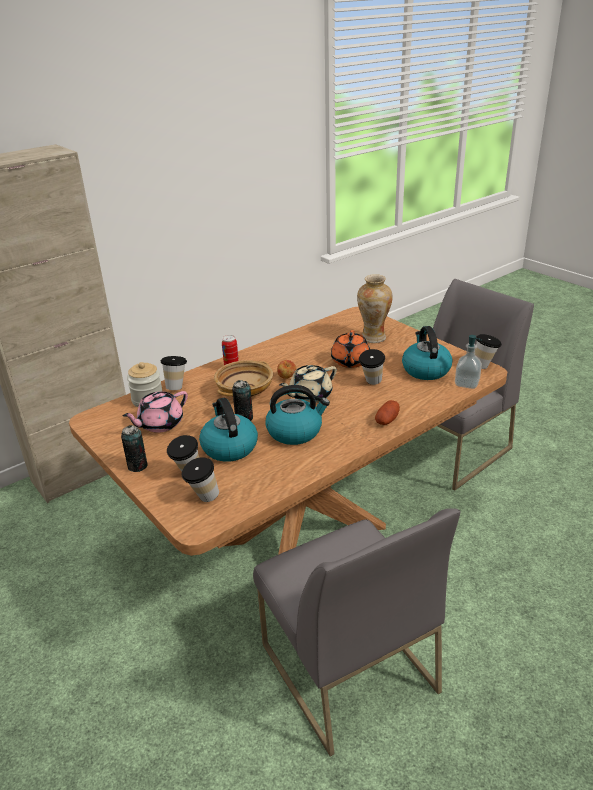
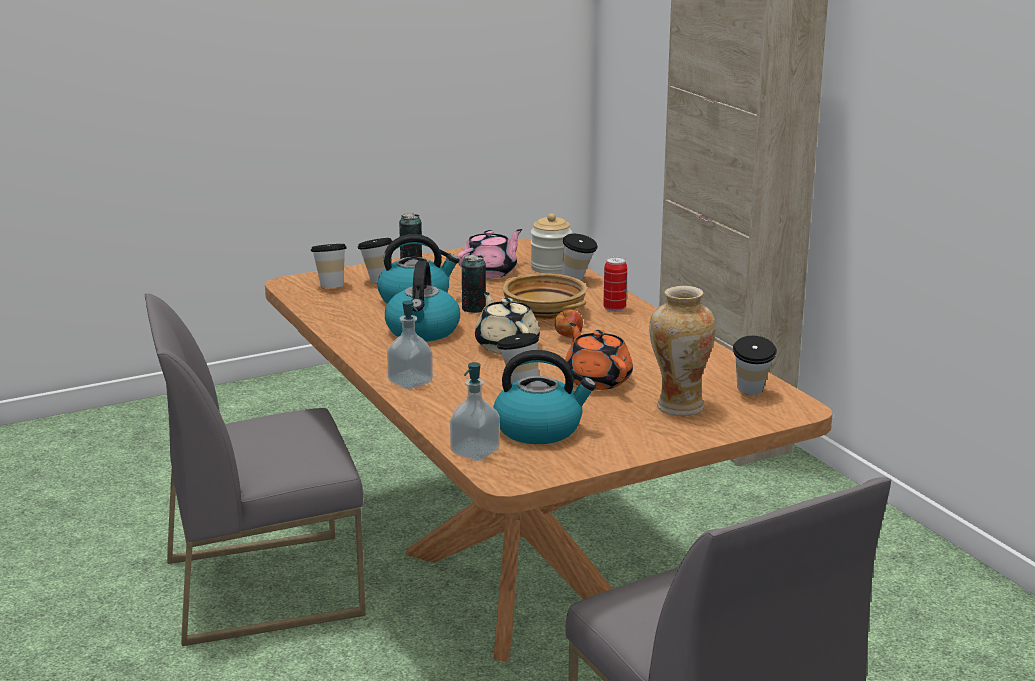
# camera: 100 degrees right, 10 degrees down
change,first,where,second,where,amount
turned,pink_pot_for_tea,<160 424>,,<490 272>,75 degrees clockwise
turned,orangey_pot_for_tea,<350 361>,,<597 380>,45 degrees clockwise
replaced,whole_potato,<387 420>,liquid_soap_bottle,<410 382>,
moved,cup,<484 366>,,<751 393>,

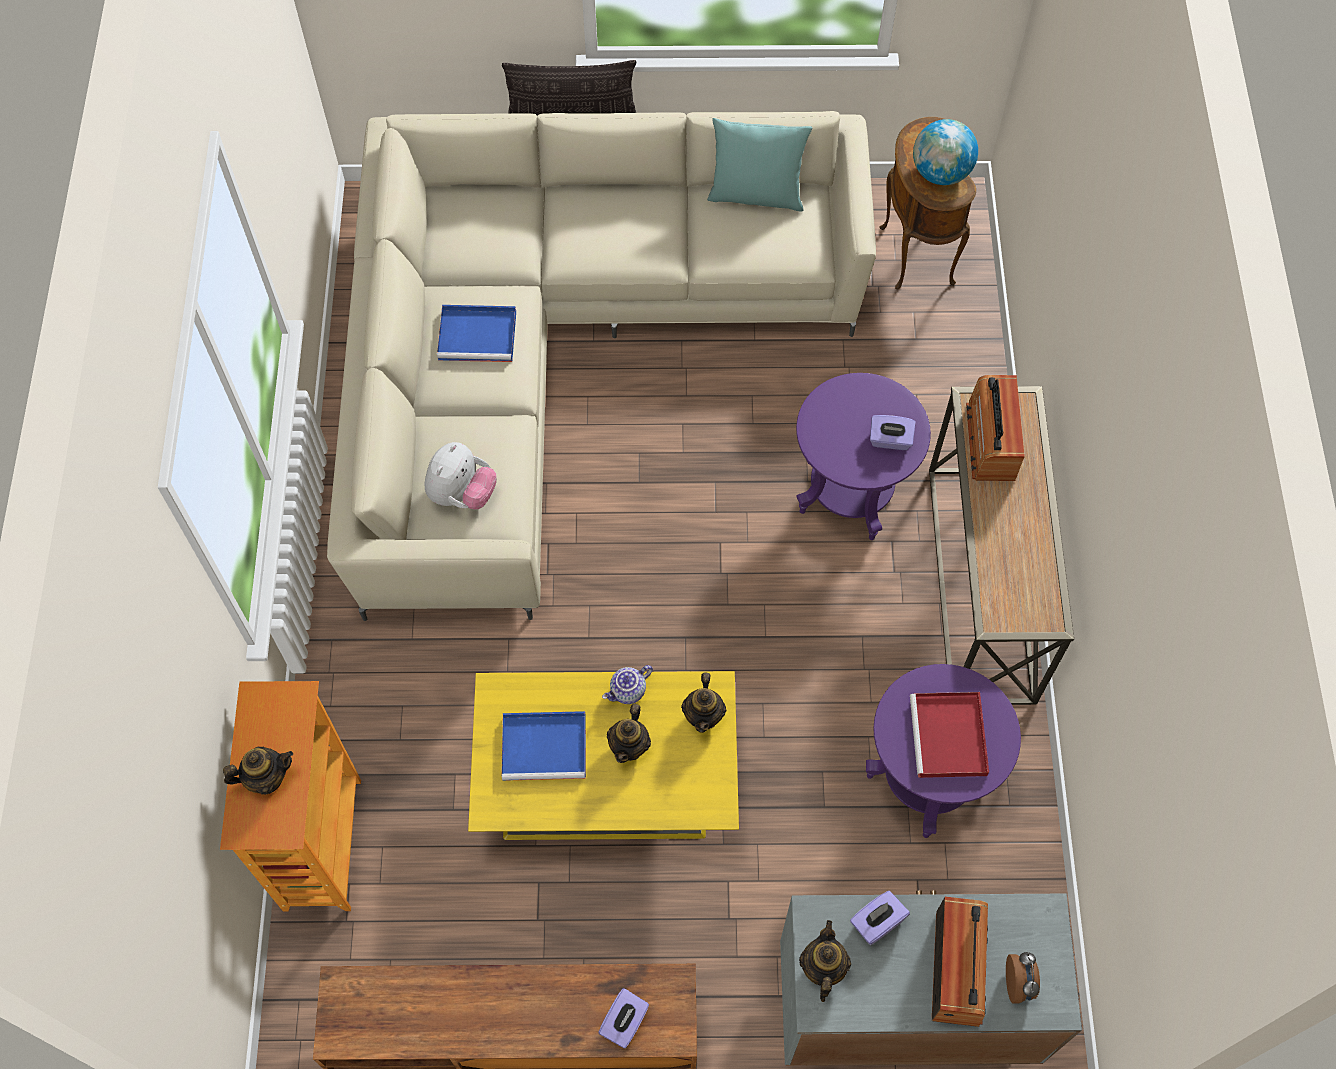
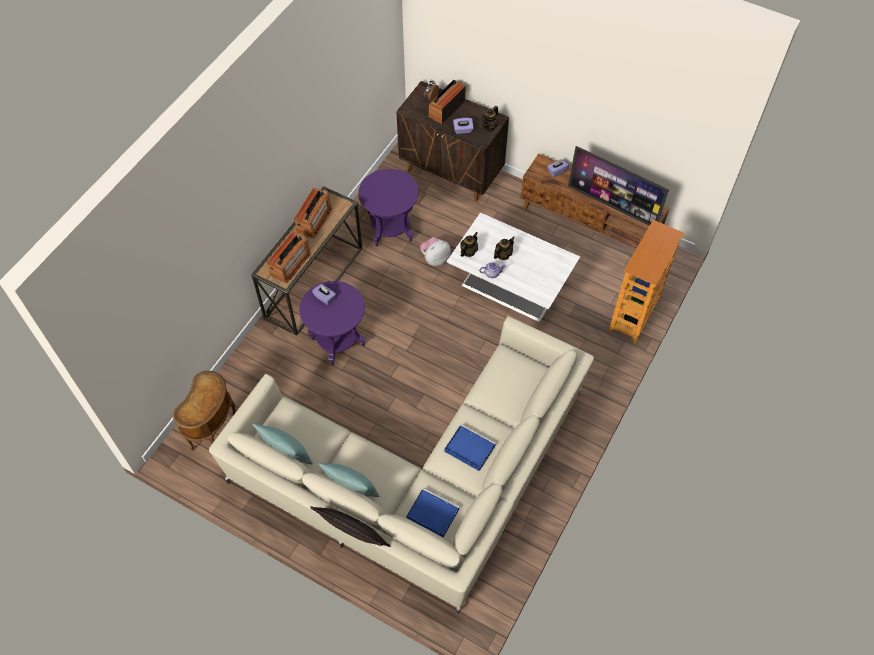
# camera: 150 degrees left, 5 degrees down
change,first,where,second,where,amount
removed,pot_for_tea,<266 778>,,,
moved,plush_toy,<462 494>,,<435 258>,
recoloured,yellow-coloured_low_table,<609 782>,whitish_low_table,<509 284>,
moved,blue-coloured_tray,<546 747>,,<432 513>,
recoloured,greyish_storage_cabinet,<901 1010>,brown-coloured_storage_cabinet,<452 173>,
removed,red-coloured_tray,<949 738>,,,
removed,desk_globe,<940 173>,,,
added,,,radio_receiver,<314 220>,
added,,,turquoise_throw_pillow,<351 489>,
added,,,TV,<612 206>,

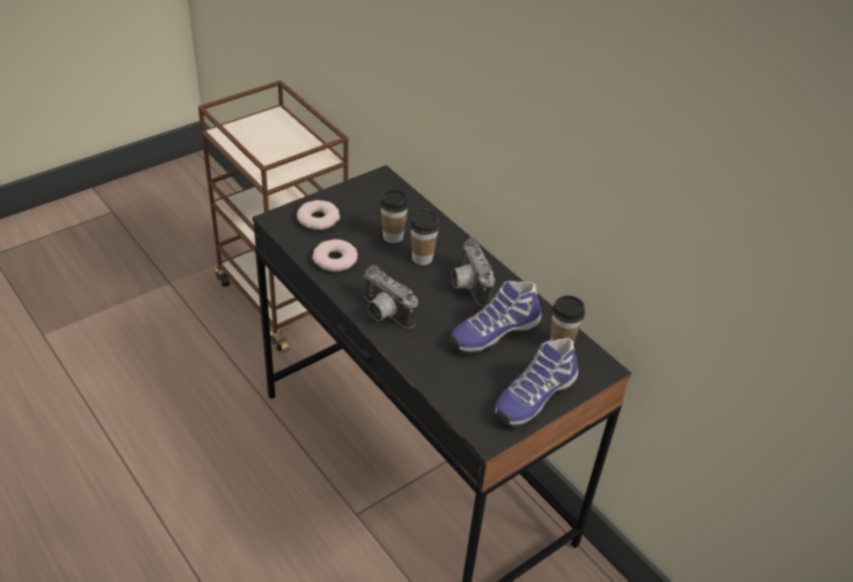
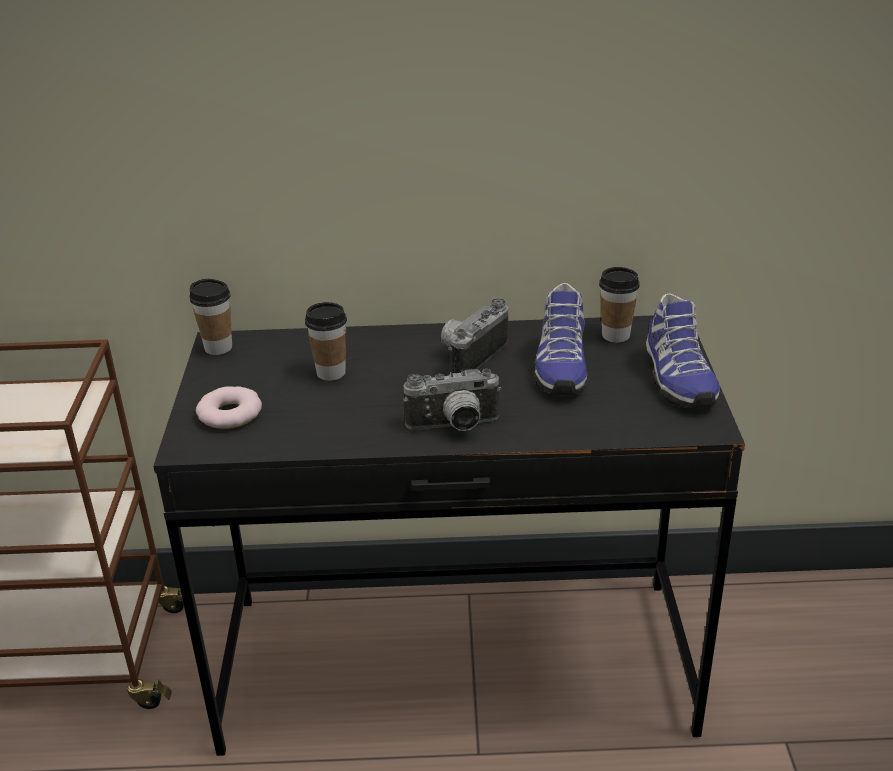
# camera: 50 degrees left, 10 degrees down
change,first,where,second,where,amount
removed,donut,<335 260>,,,
moved,cup,<422 258>,,<218 348>,
turned,still_camera,<467 286>,,<470 355>,105 degrees clockwise

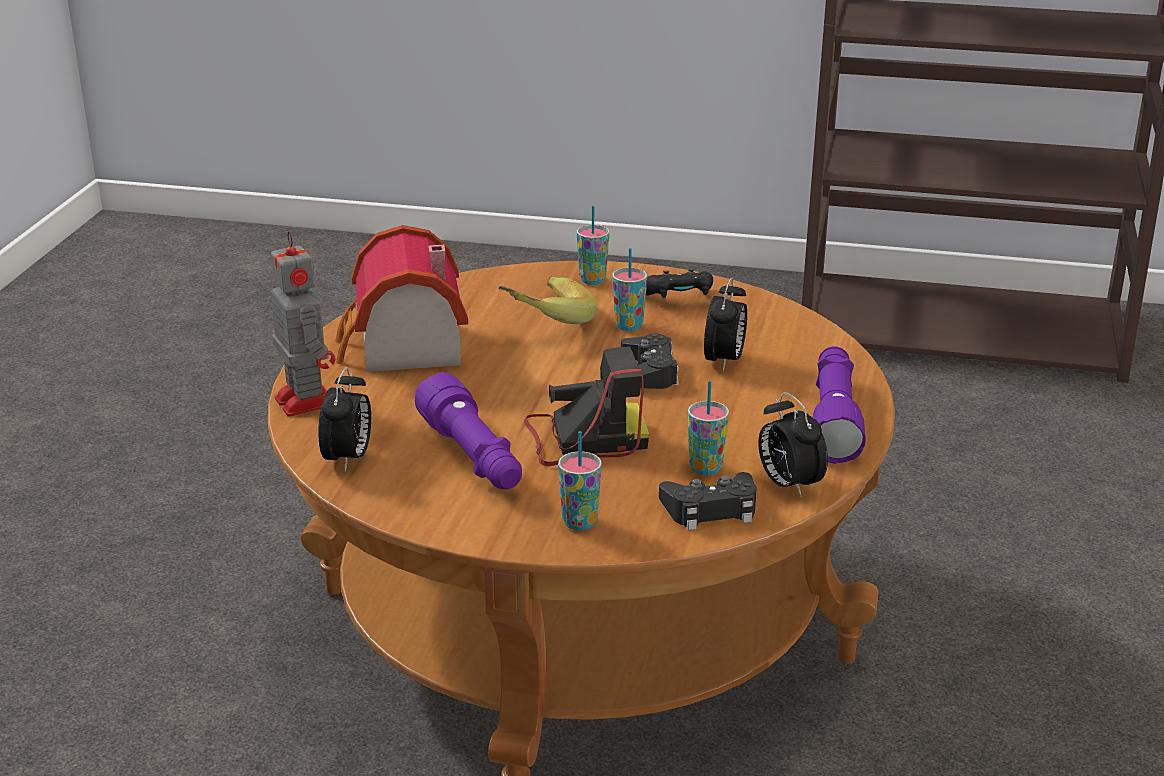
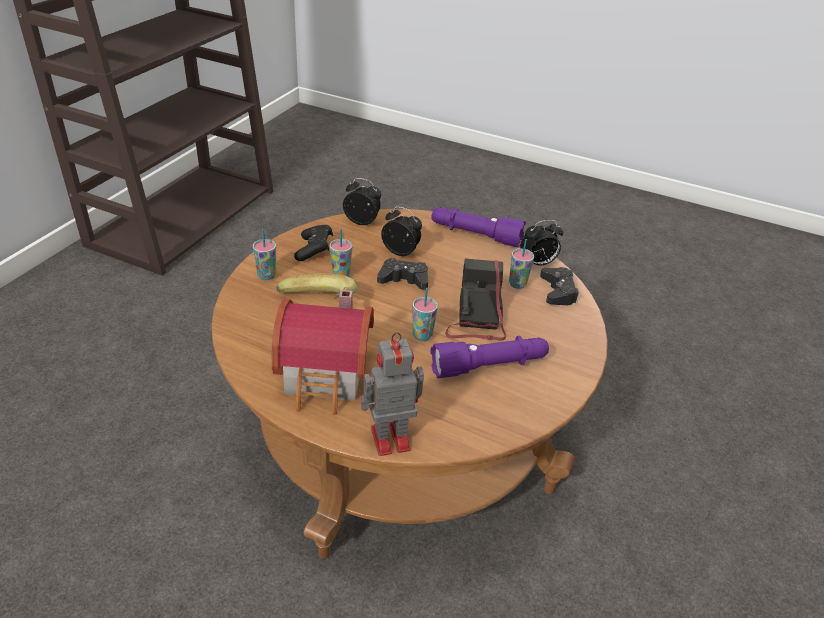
# camera: 80 degrees left, 10 degrees up
change,first,where,second,where,amount
moved,bedside_clock,<348 459>,,<362 222>,
moved,cup,<580 522>,,<422 335>,

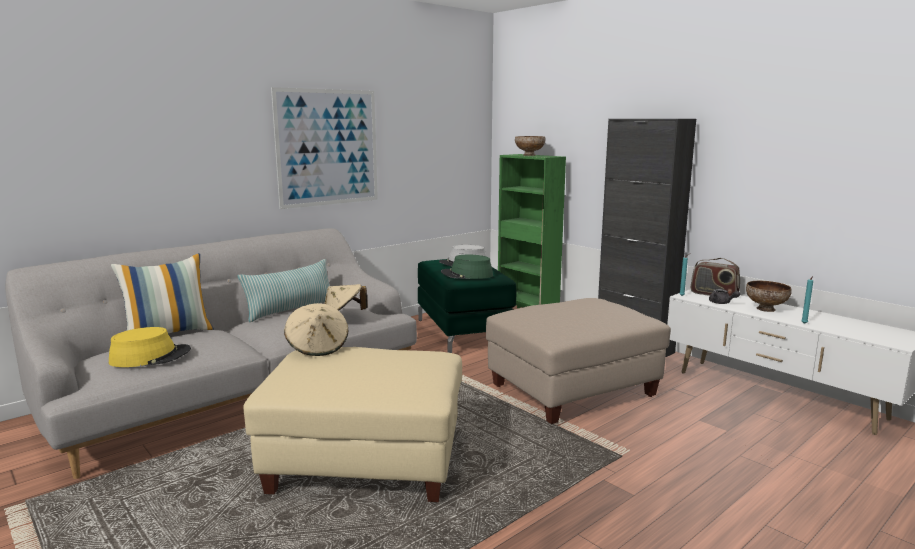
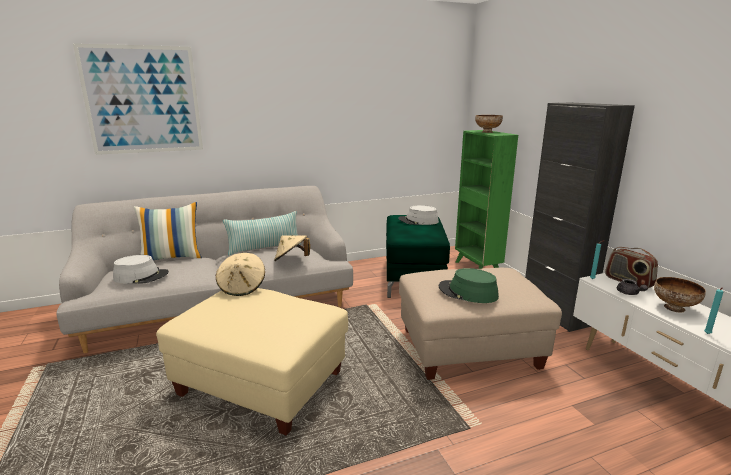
# camera: 20 degrees right, 5 degrees up
change,first,where,second,where,amount
recoloured,yellow-coloured_wearable_hat,<150 357>,greyish_wearable_hat,<141 276>,
moved,picture,<328 147>,,<143 100>,
moved,green-coloured_wearable_hat,<467 274>,,<467 292>,

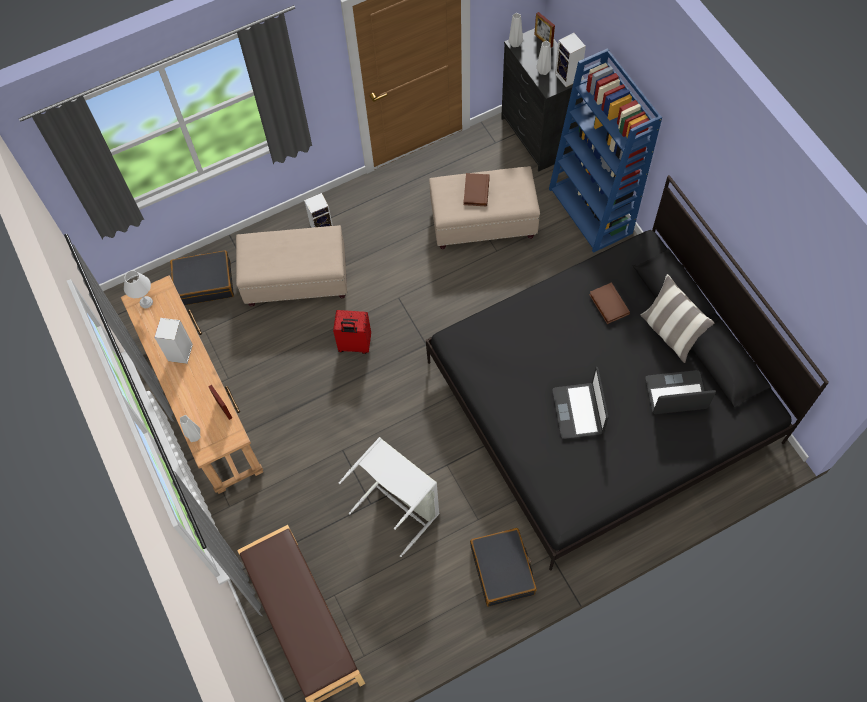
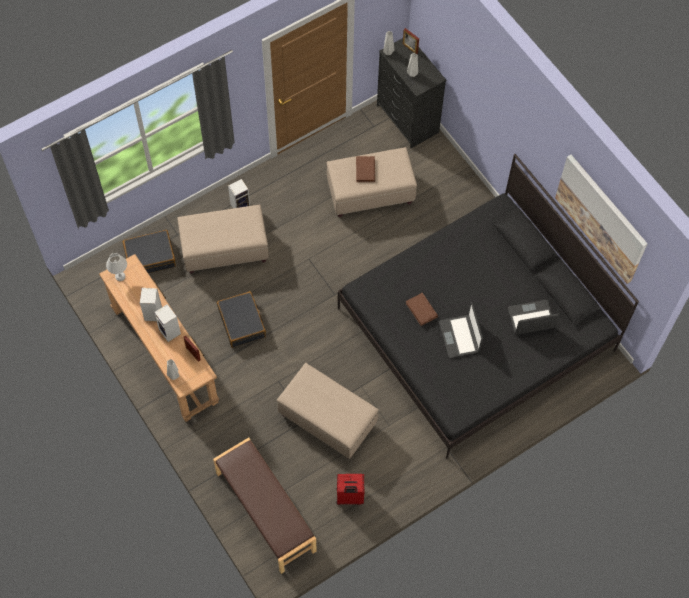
# camera: 10 degrees left, 0 degrees up
change,first,where,second,where,amount
moved,red-coloured_piece_of_luggage,<354 345>,,<349 497>,
replaced,greyish_laundry_basket,<400 506>,beige-coloured_footrest,<328 420>,
moved,blackish_piece_of_luggage,<503 570>,,<242 323>,
removed,blue-coloured_shelving_unit,<591 211>,,,
moved,audio_speaker,<568 77>,,<170 332>,
moved,brown-coloured_volume,<608 304>,,<420 310>,
removed,throw_pillow,<670 333>,,,
added,,,picture,<601 218>,

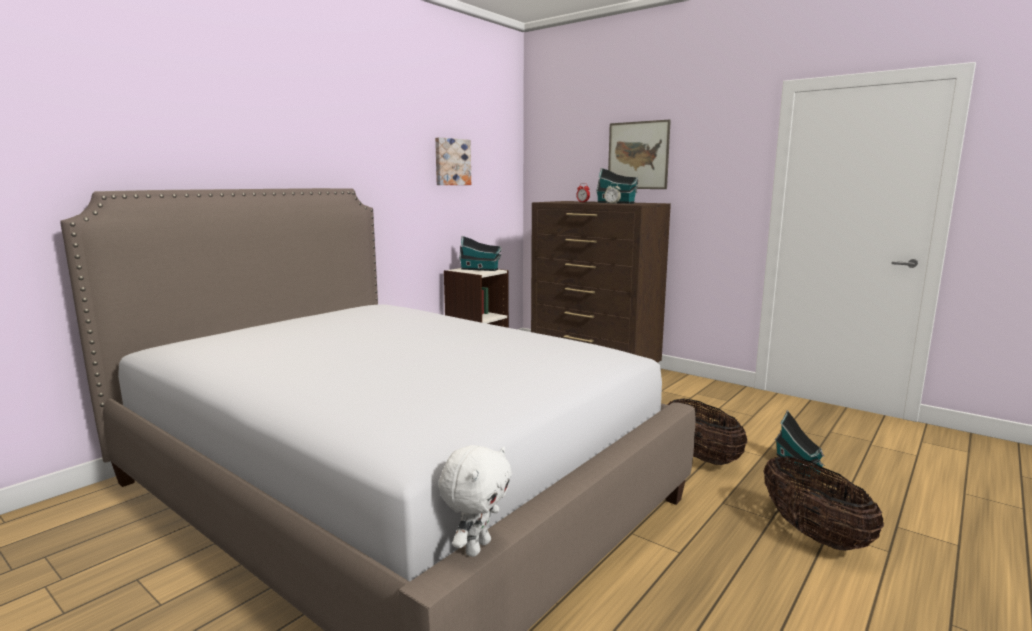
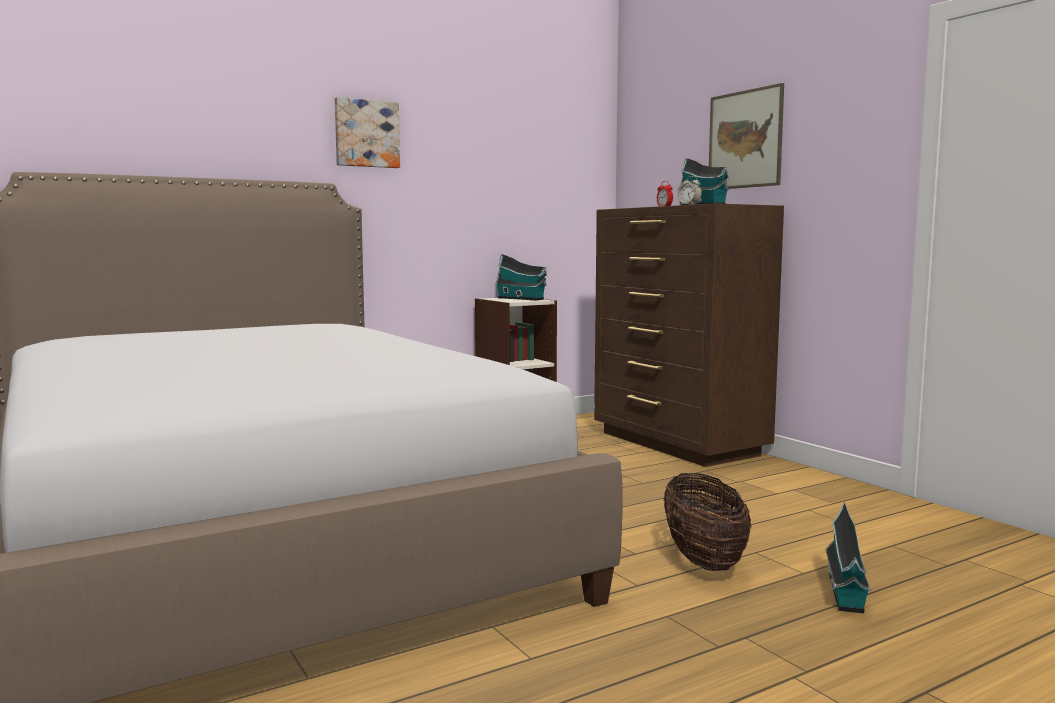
# camera: 20 degrees right, 5 degrees down
change,first,where,second,where,amount
moved,picture,<451 162>,,<366 134>,
removed,whitish_plush_toy,<476 547>,,,
removed,household_basket,<813 534>,,,

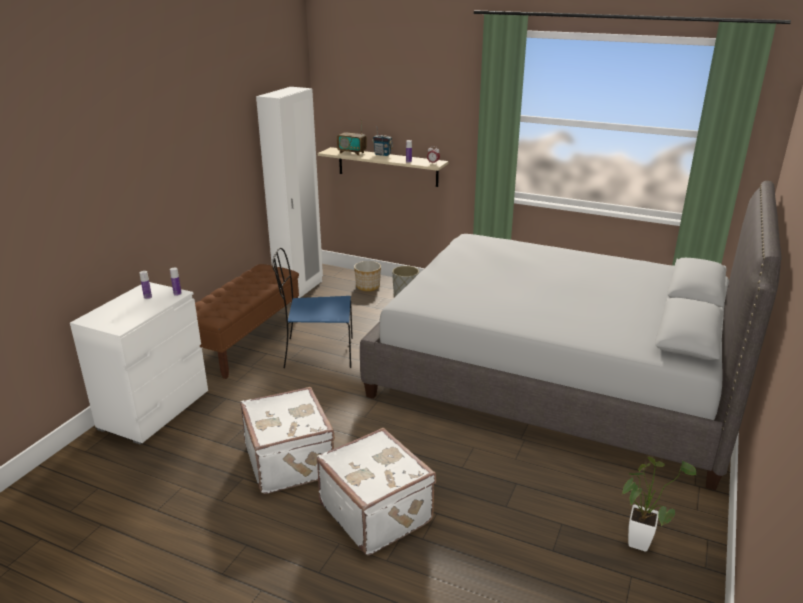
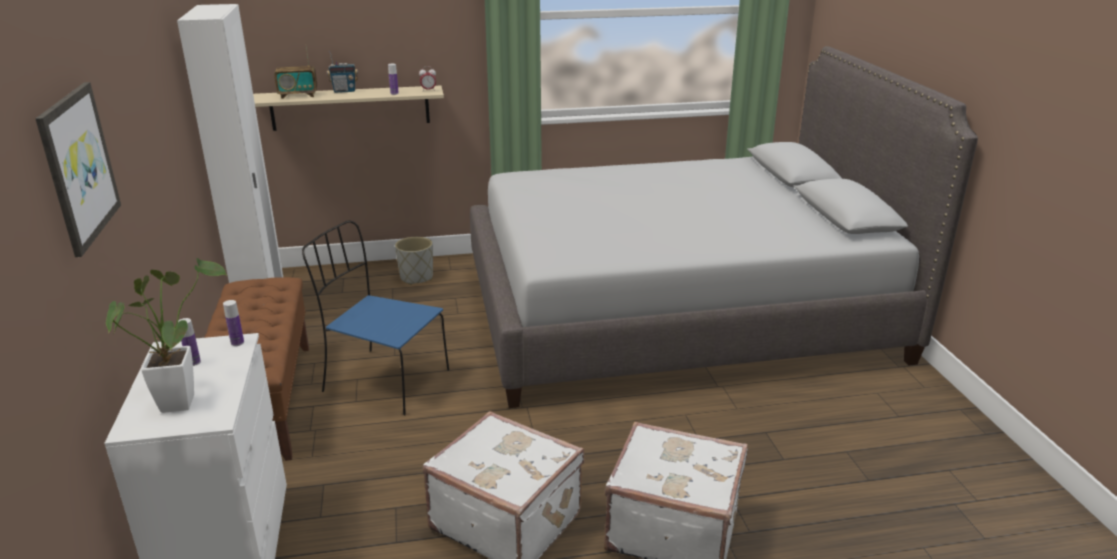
# camera: 35 degrees left, 0 degrees up
change,first,where,second,where,amount
turned,blue-coloured_chair,<317 353>,,<383 380>,60 degrees clockwise
removed,planter,<367 286>,,,
moved,potted_plant,<639 539>,,<180 399>,
added,,,picture,<77 166>,

